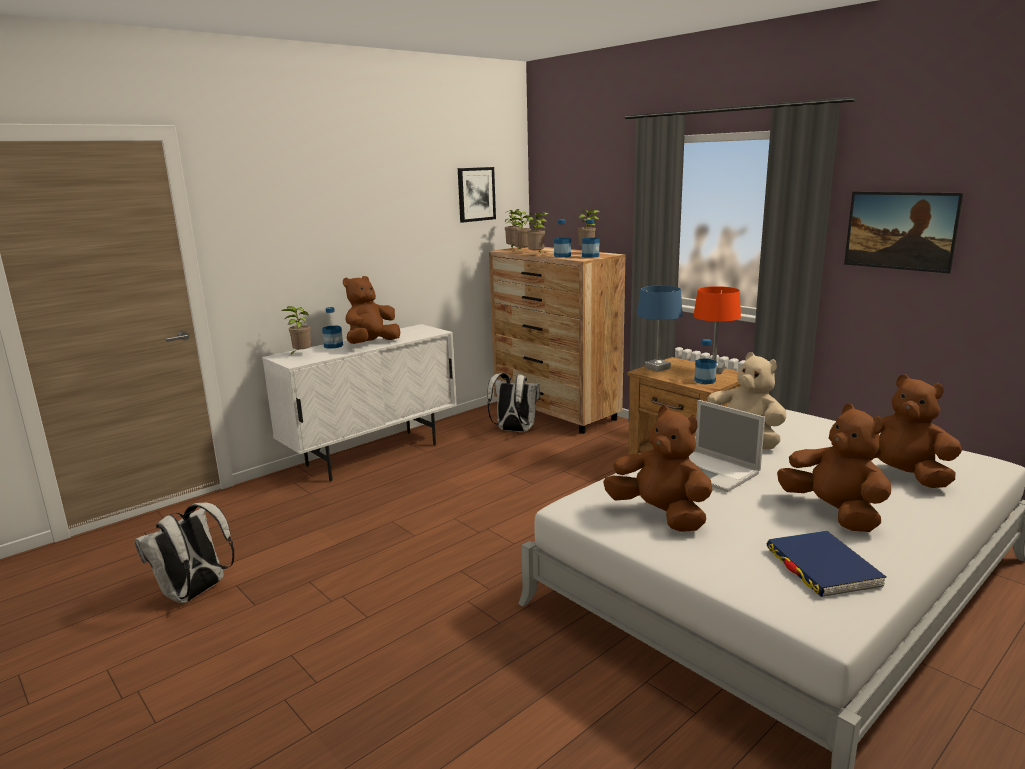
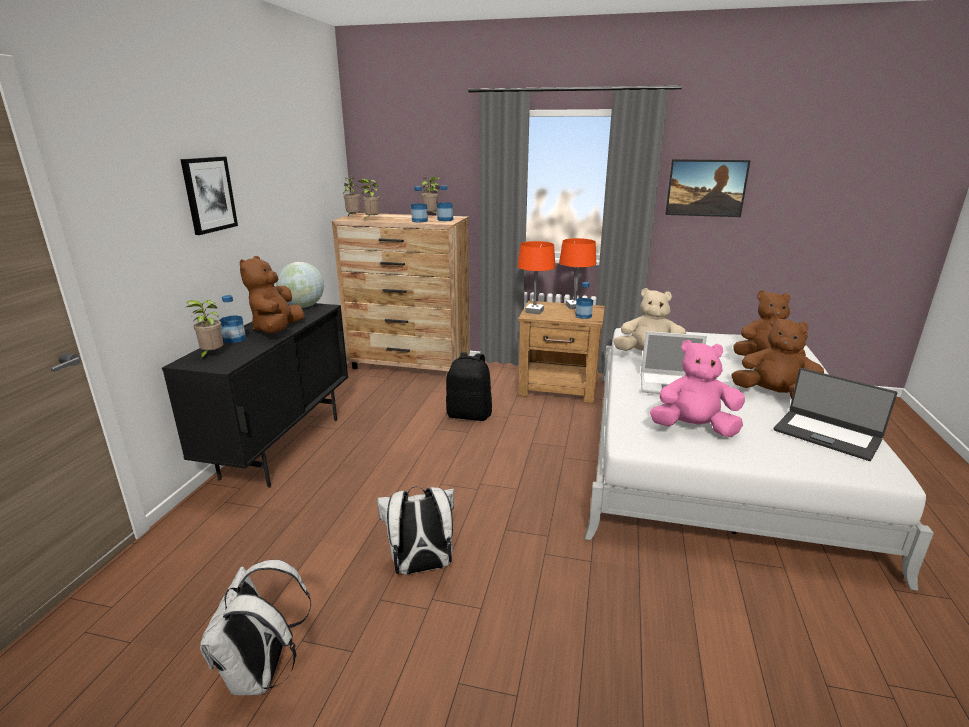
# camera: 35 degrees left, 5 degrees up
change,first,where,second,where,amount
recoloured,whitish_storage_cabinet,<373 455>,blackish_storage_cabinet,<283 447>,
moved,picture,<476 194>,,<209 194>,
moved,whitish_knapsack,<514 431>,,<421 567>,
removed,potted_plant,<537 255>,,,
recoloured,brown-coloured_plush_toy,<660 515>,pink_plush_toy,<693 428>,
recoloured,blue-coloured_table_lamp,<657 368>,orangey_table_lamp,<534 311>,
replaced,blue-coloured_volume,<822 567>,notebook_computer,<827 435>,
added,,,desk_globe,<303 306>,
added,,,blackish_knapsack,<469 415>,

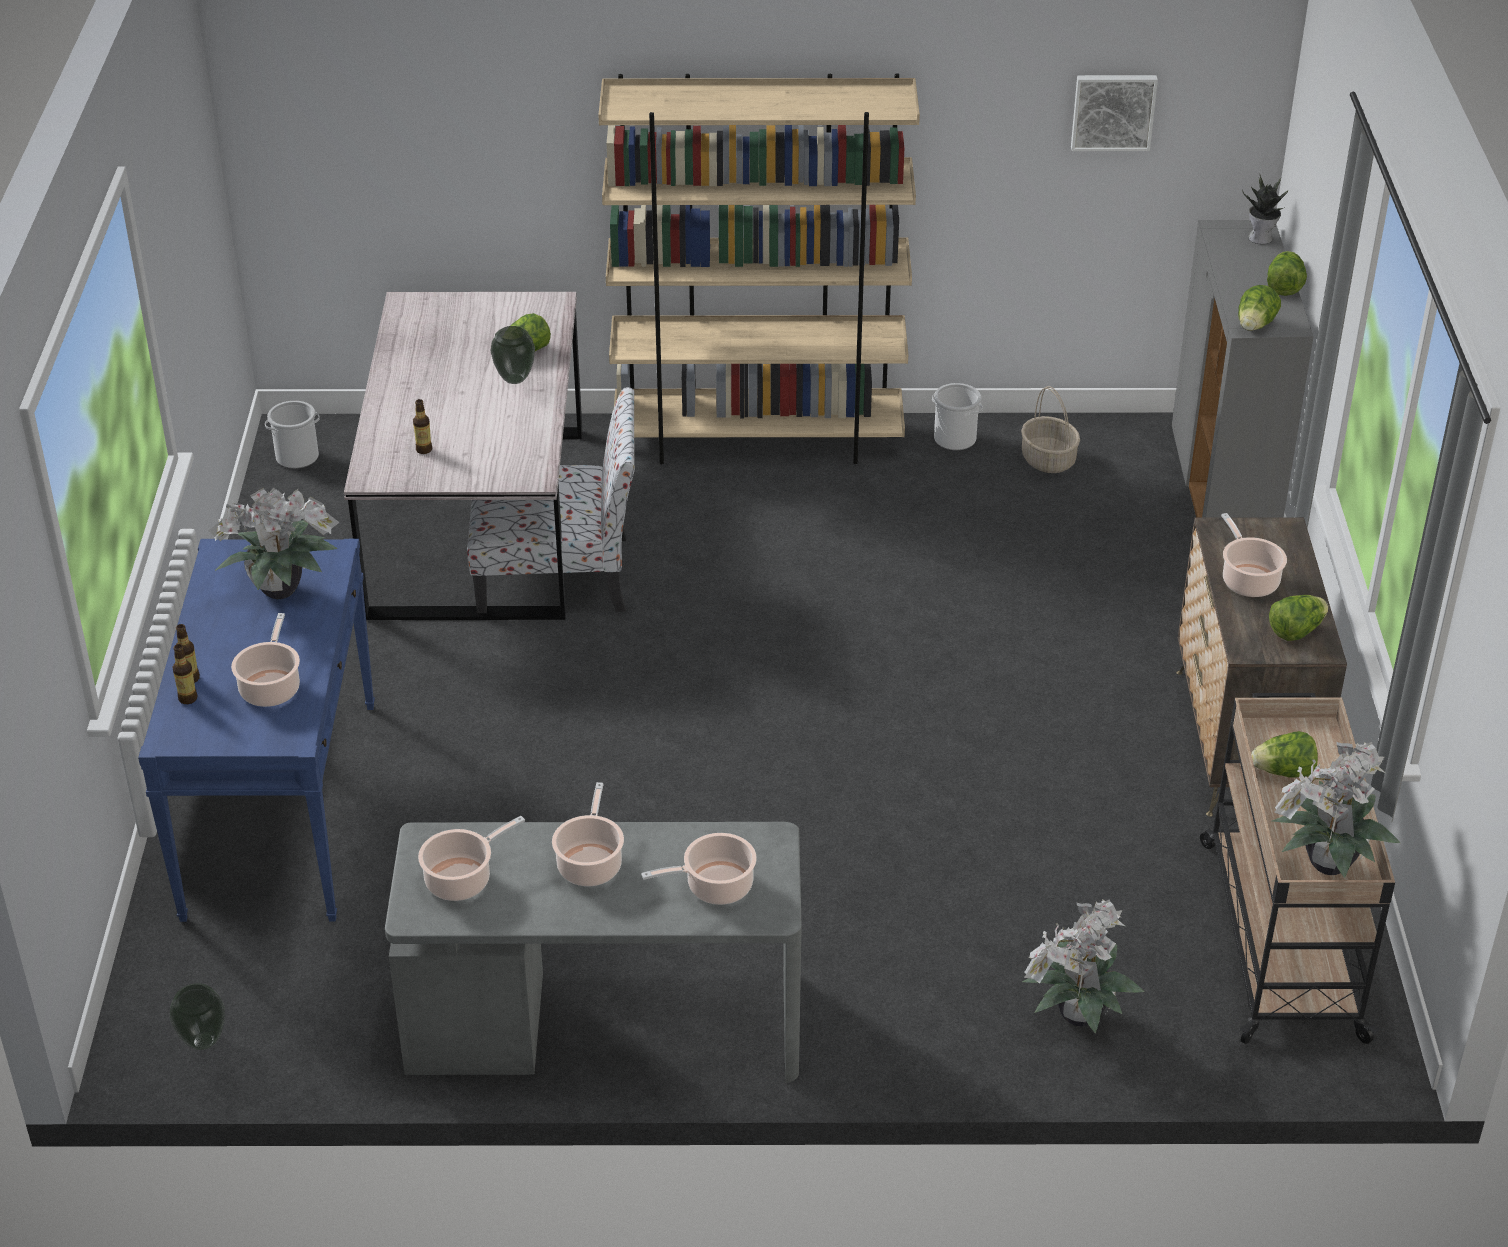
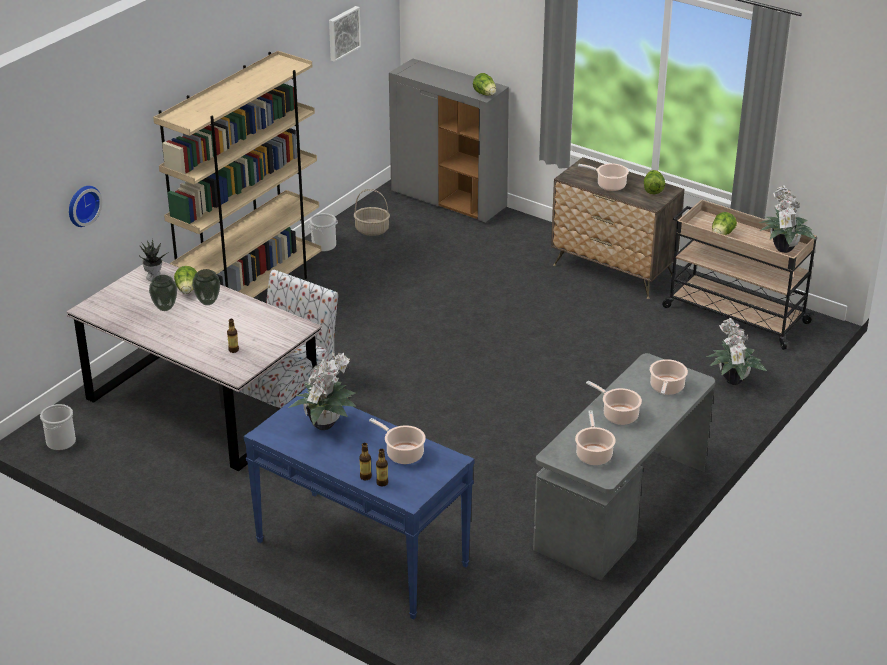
# camera: 55 degrees left, 5 degrees down
change,first,where,second,where,amount
moved,flower_vase,<202 1042>,,<165 308>,
moved,potted_plant,<1261 238>,,<154 277>,
removed,head_of_lettuce,<1283 287>,,,
added,,,clock_on_the_wall,<82 205>,

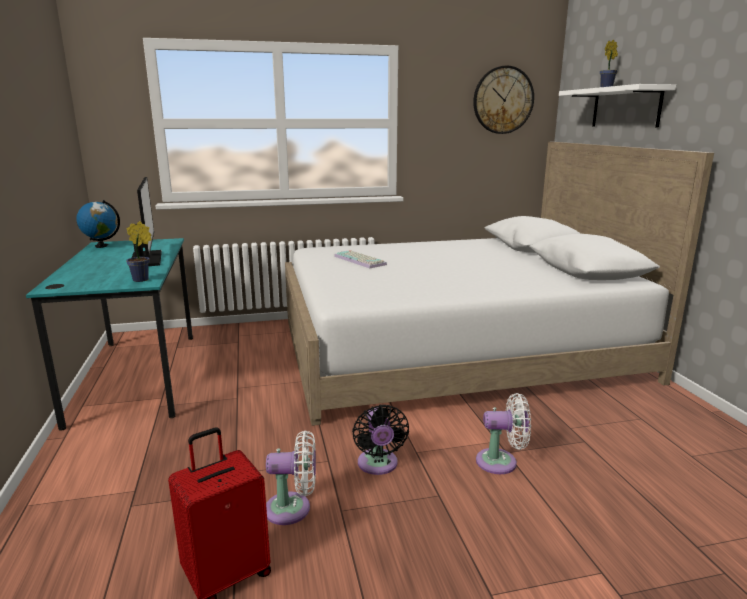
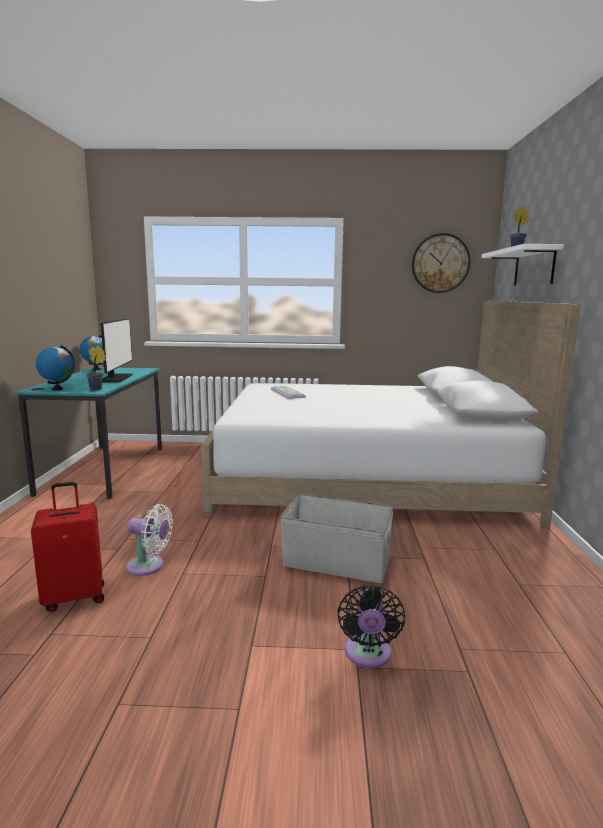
# camera: 15 degrees right, 5 degrees down
change,first,where,second,where,amount
moved,blackish_cooling_fan,<378 465>,,<368 655>,
replaced,whitish_cooling_fan,<501 462>,greyish_storage_container,<336 562>,
added,,,desk_globe,<57 389>,

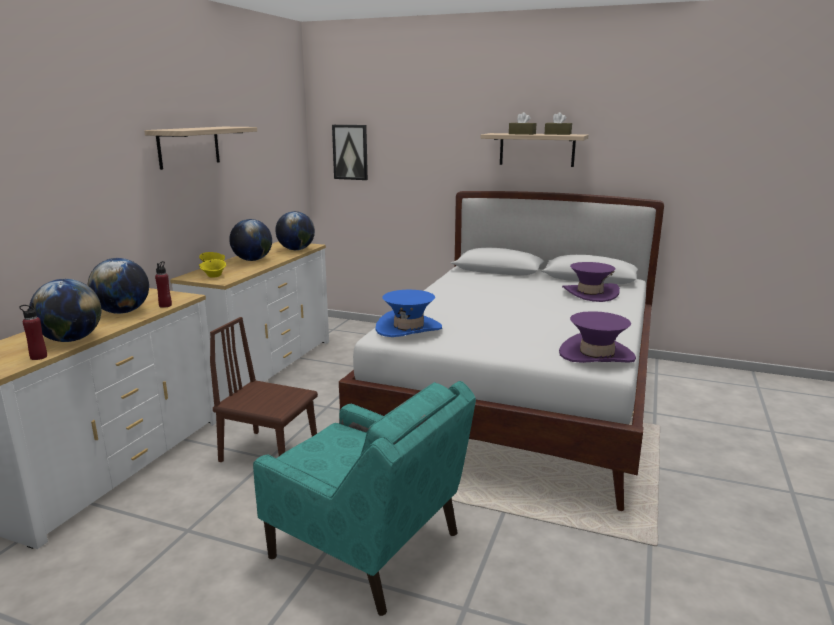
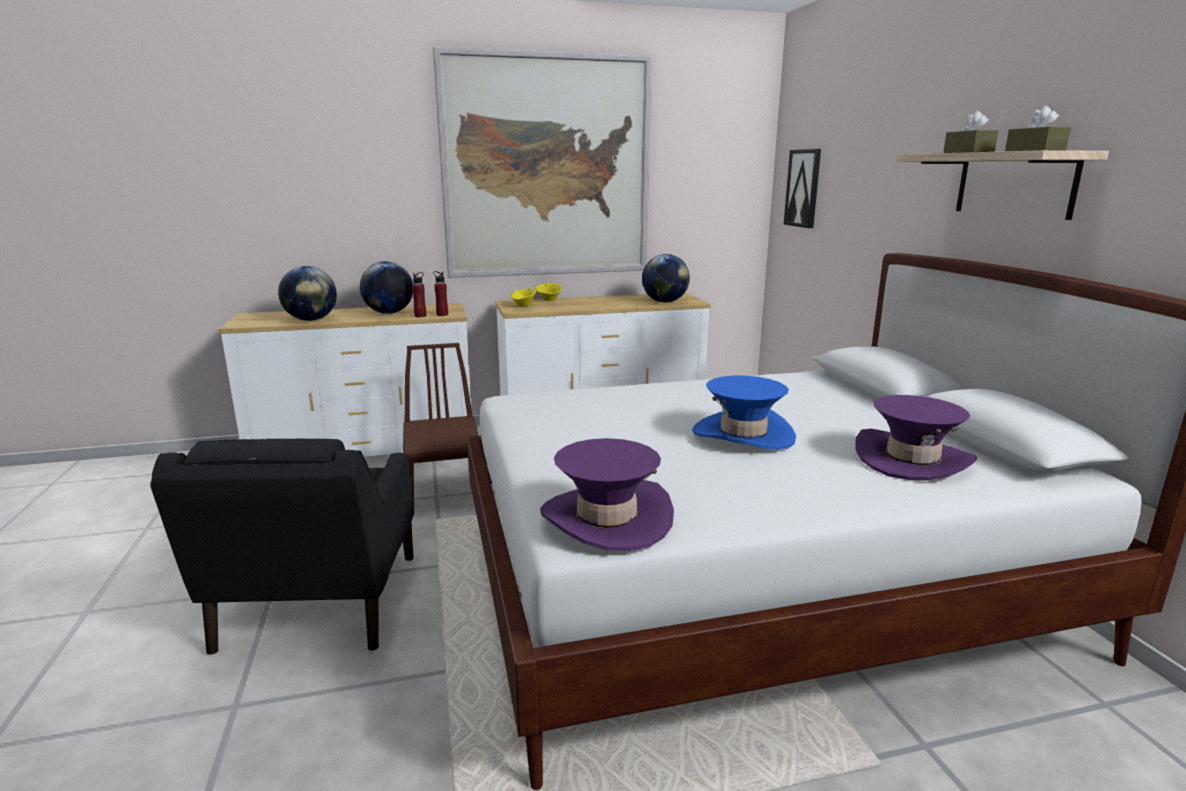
# camera: 55 degrees right, 0 degrees up
change,first,where,second,where,amount
moved,red-coloured_beverage_bottle,<38 357>,,<442 314>,
replaced,bracket_shelf,<189 147>,picture,<546 167>,
removed,desk_globe,<252 260>,,,
recoloured,turquoise_armchair,<366 547>,blackish_armchair,<319 603>,
moved,blue-coloured_wearable_hat,<408 328>,,<743 434>,

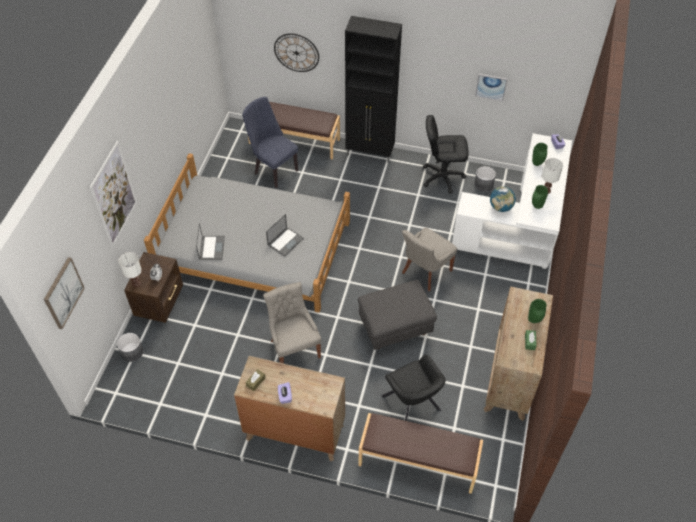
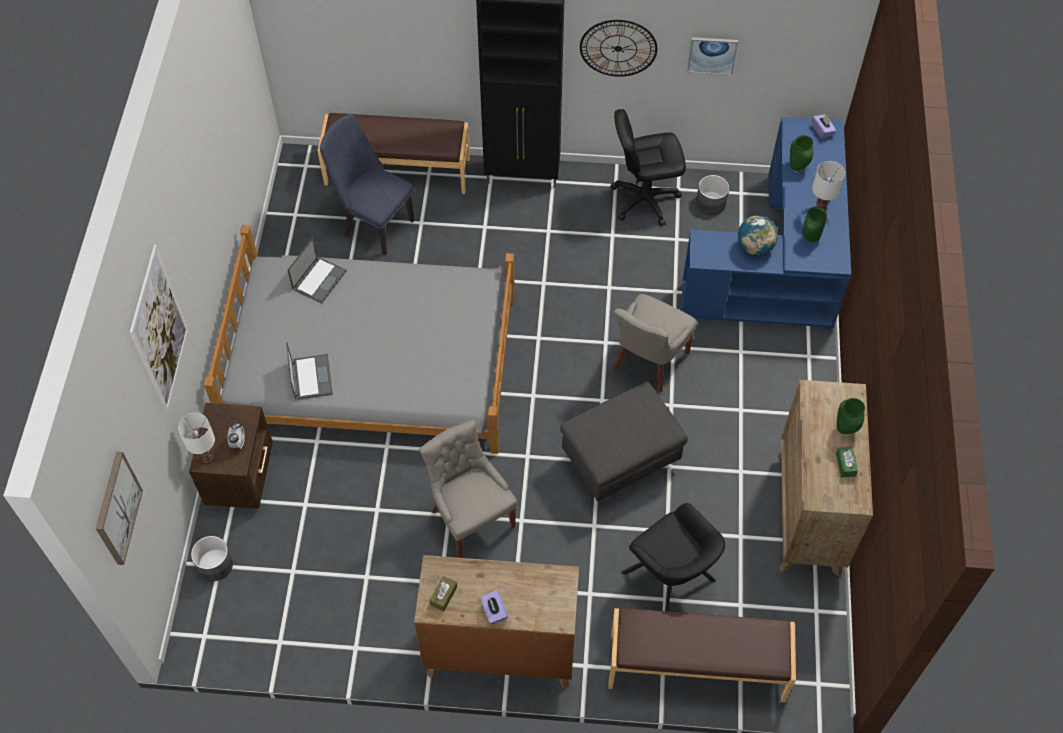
# camera: 10 degrees left, 5 degrees up
change,first,where,second,where,amount
moved,notebook_computer,<285 241>,,<319 279>,
moved,clock_on_the_wall,<296 52>,,<618 48>,
recoloured,whitish_desk,<520 226>,blue-coloured_desk,<779 265>,

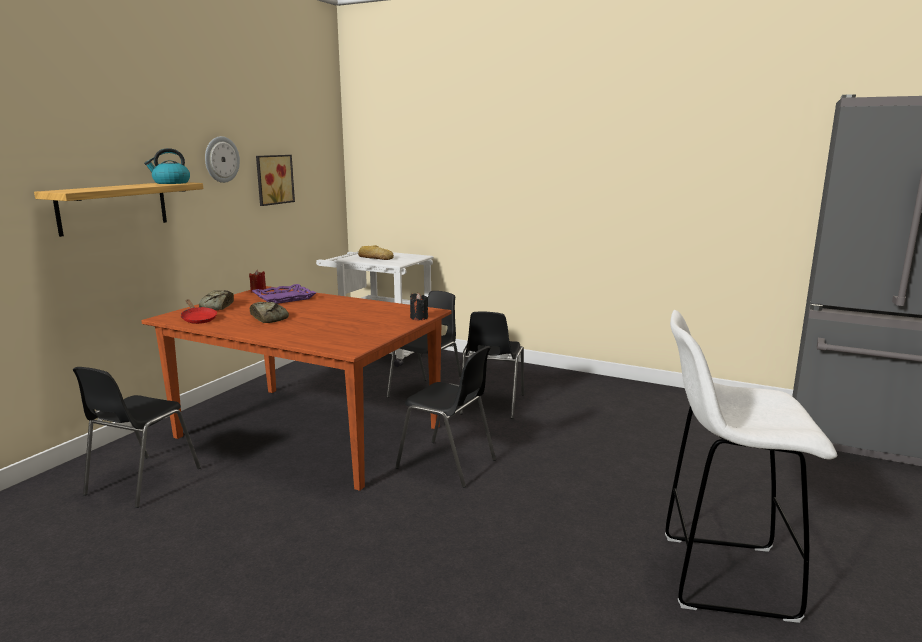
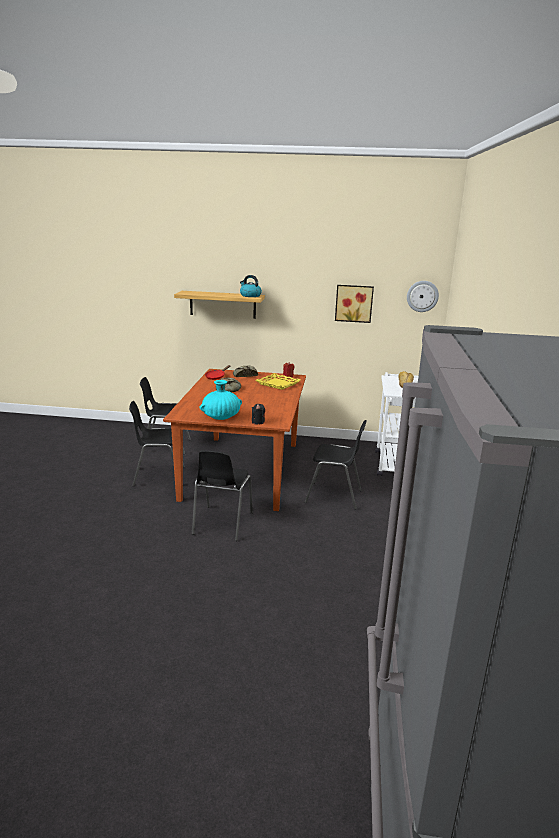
# camera: 70 degrees right, 5 degrees up
change,first,where,second,where,amount
moved,clock_on_the_wall,<221 159>,,<422 296>,
recoloured,purplish_tray,<284 298>,yellow-coloured_tray,<278 384>,
moved,blackish_chair,<491 404>,,<158 476>,
removed,whitish_sitting_stool,<721 575>,,,
added,,,turquoise_flower_vase,<221 417>,

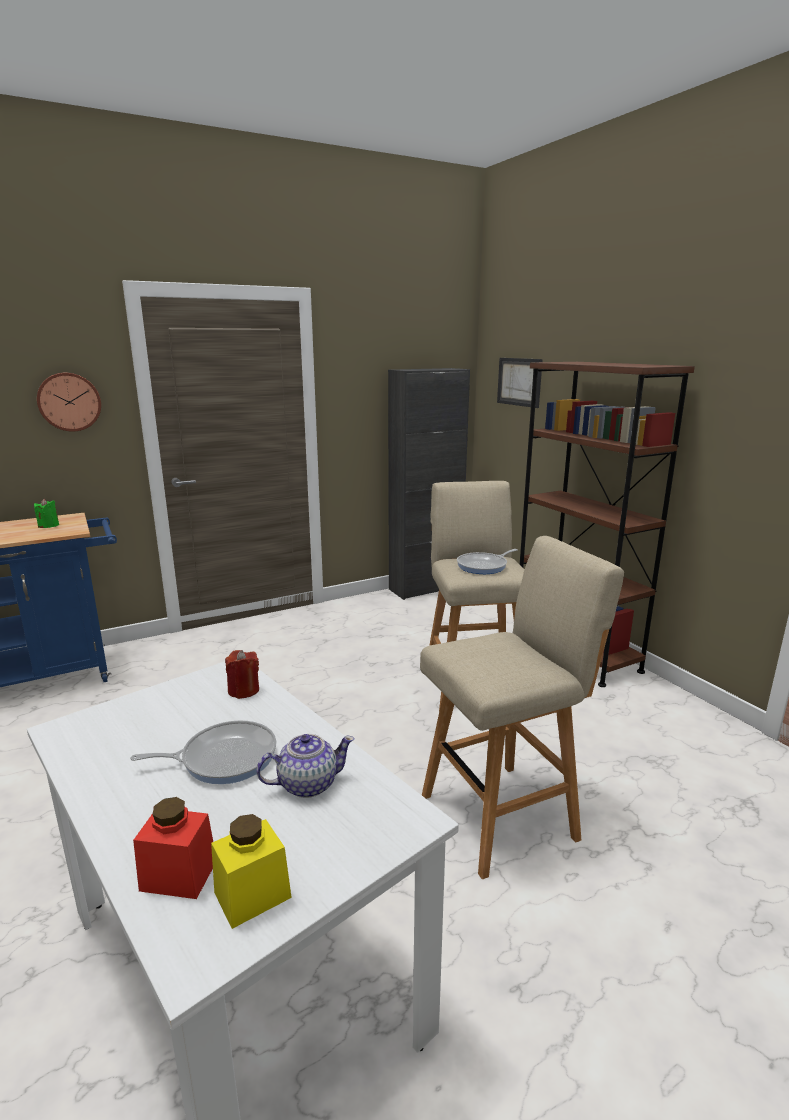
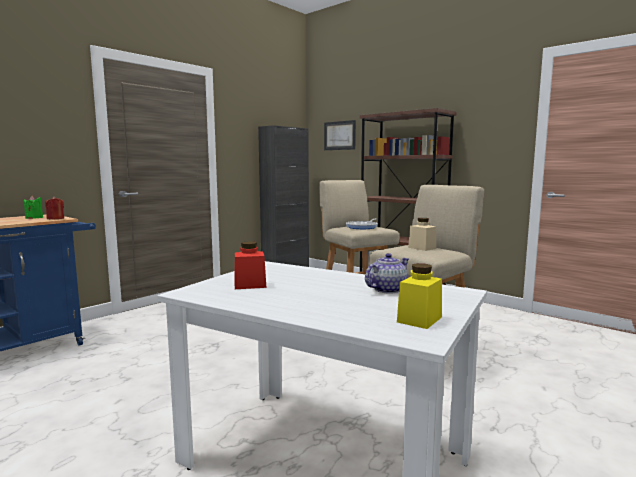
# camera: 20 degrees left, 10 degrees down
change,first,where,second,where,amount
removed,clock_on_the_wall,<69 401>,,,
removed,frying_pan,<224 758>,,,
moved,red-coloured_storage_jar,<179 875>,,<250 285>,
moved,red-coloured_wax_candle,<243 690>,,<55 218>,
added,,,beige-coloured_storage_jar,<422 248>,

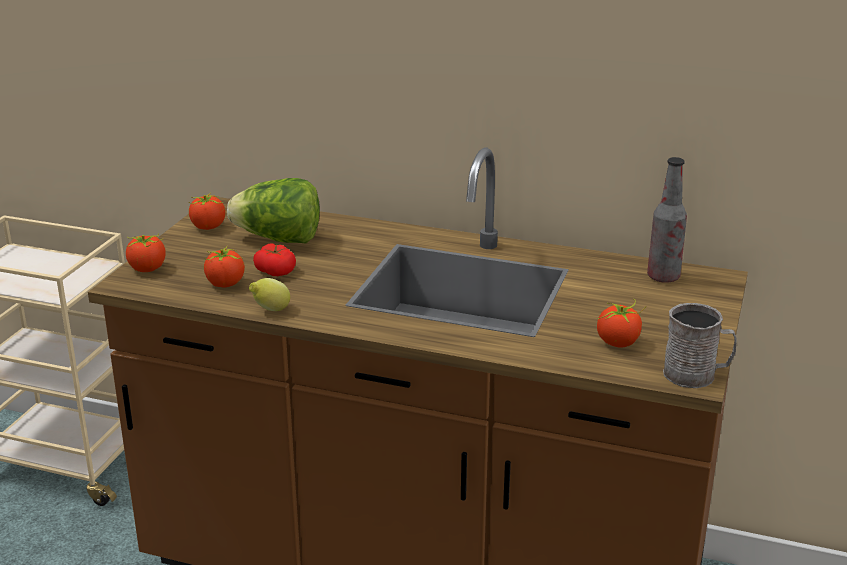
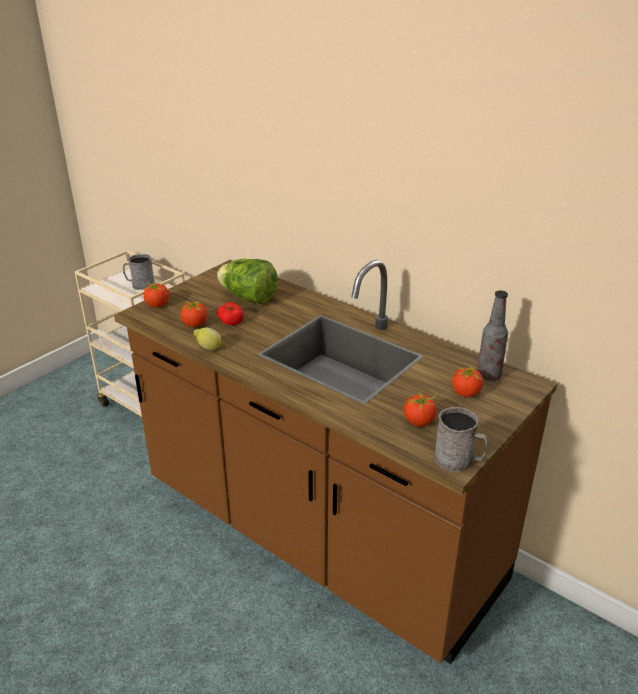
# camera: 20 degrees right, 5 degrees up
change,first,where,second,where,amount
moved,tomato,<208 227>,,<465 393>,
added,,,greyish_tea_mug,<140 285>,

